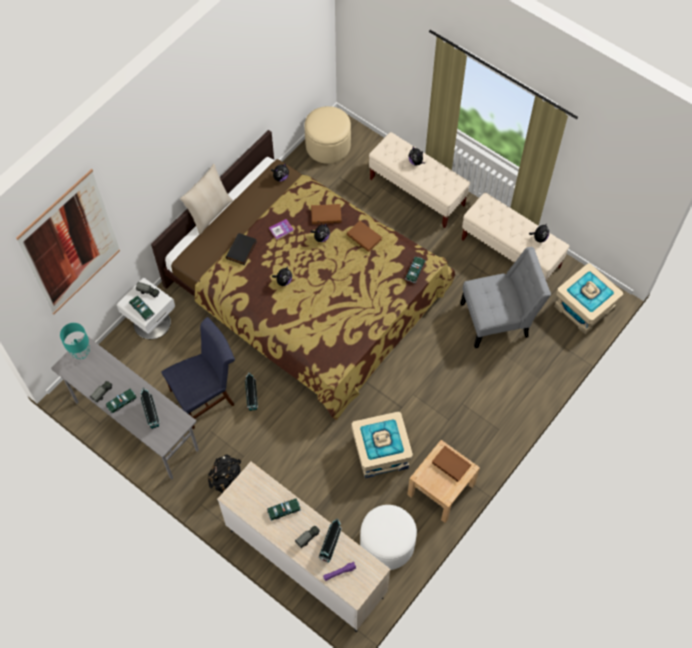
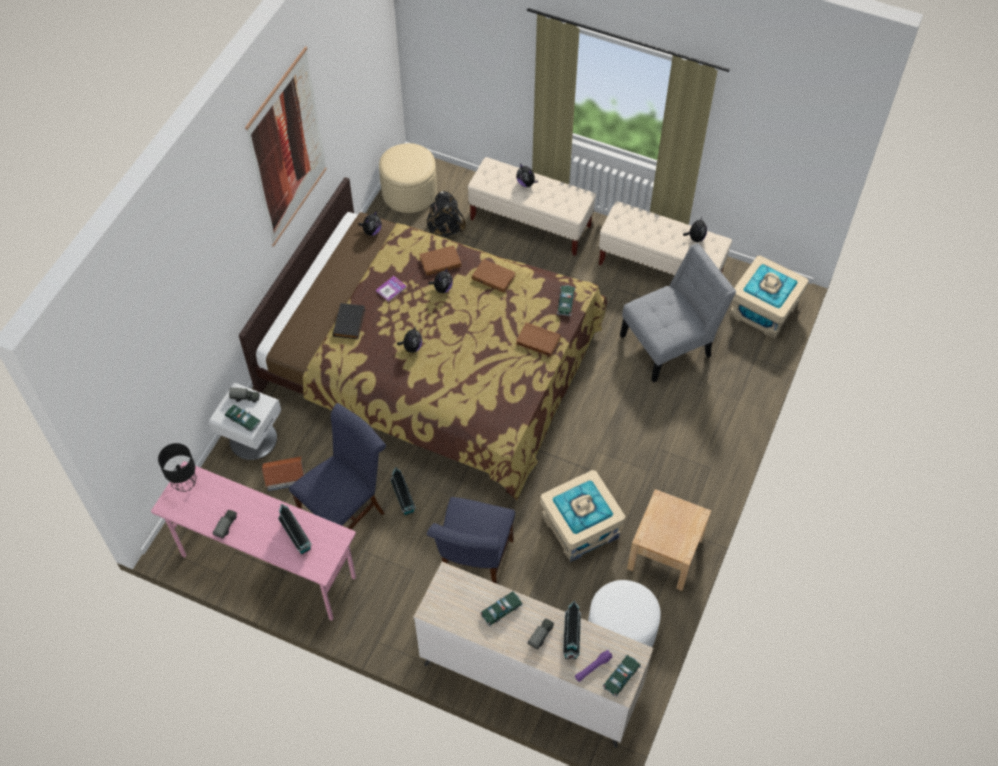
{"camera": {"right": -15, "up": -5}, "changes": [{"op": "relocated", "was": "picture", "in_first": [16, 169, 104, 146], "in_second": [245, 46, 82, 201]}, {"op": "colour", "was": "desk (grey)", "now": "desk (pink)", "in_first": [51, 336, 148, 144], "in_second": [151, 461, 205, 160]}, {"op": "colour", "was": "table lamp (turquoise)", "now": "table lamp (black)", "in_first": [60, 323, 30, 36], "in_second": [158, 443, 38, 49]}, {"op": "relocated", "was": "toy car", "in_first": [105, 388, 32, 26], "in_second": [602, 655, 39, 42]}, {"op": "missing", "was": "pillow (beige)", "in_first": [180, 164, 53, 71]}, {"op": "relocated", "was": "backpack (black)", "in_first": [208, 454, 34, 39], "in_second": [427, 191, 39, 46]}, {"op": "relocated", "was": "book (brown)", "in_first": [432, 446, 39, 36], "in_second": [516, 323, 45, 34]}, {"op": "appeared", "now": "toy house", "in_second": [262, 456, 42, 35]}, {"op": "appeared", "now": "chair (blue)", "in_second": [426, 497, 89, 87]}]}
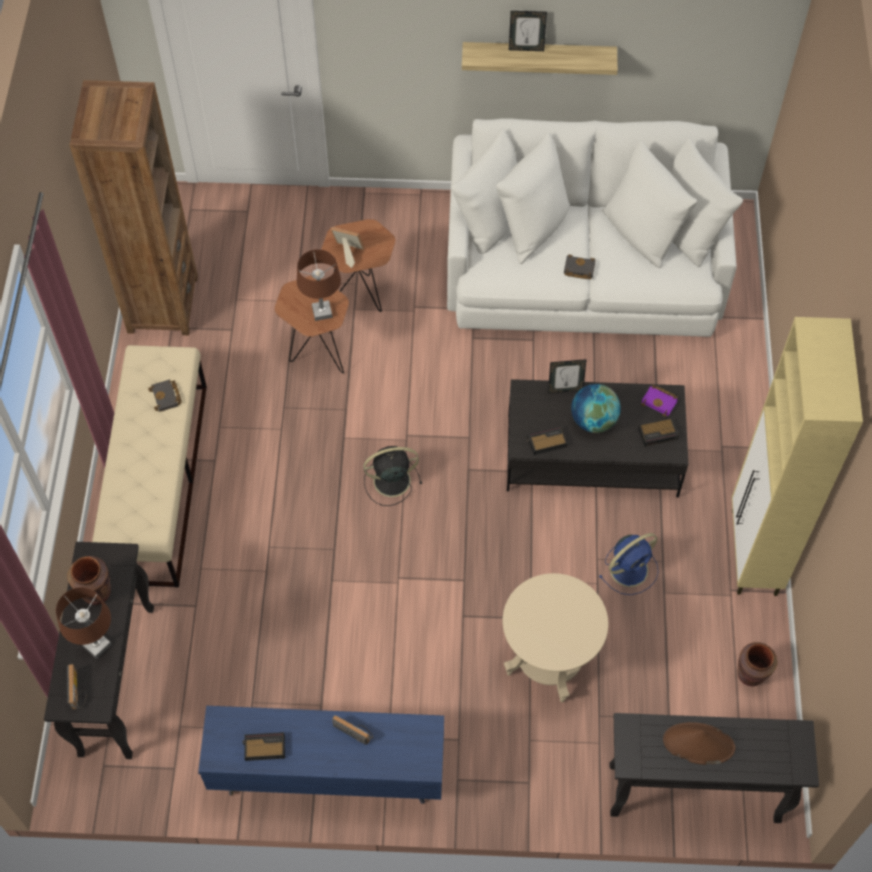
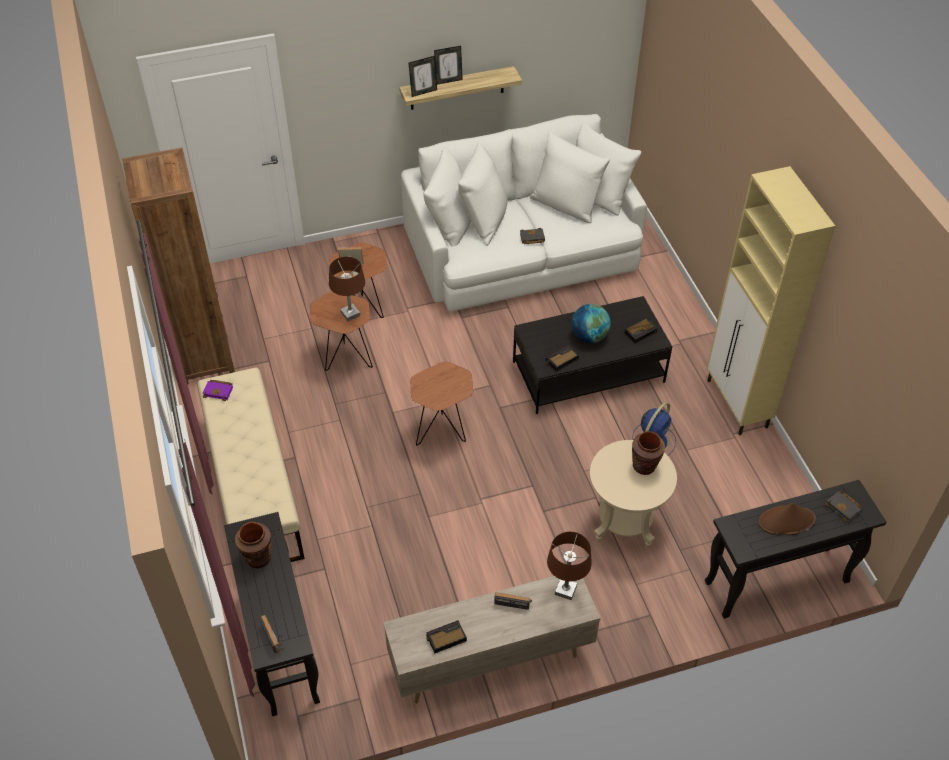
{"camera": {"right": -20, "up": -10}, "changes": [{"op": "relocated", "was": "table lamp (brown)", "in_first": [56, 587, 56, 72], "in_second": [547, 532, 45, 68]}, {"op": "relocated", "was": "book (black)", "in_first": [148, 380, 34, 32], "in_second": [825, 491, 37, 31]}, {"op": "colour", "was": "tv stand (blue)", "now": "tv stand (beige)", "in_first": [198, 706, 246, 98], "in_second": [383, 576, 218, 127]}, {"op": "exchanged", "was": "fan (black)", "now": "side table (brown)", "in_first": [363, 446, 59, 60], "in_second": [410, 362, 63, 83]}, {"op": "relocated", "was": "picture frame", "in_first": [548, 359, 39, 35], "in_second": [408, 56, 29, 41]}, {"op": "relocated", "was": "book (purple)", "in_first": [641, 385, 37, 32], "in_second": [202, 380, 31, 21]}, {"op": "relocated", "was": "vase (brown)", "in_first": [737, 642, 40, 44], "in_second": [632, 431, 33, 44]}]}
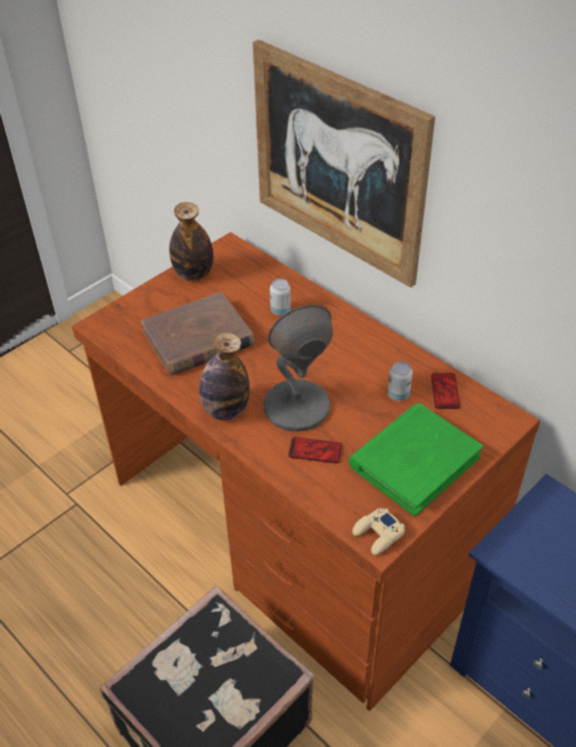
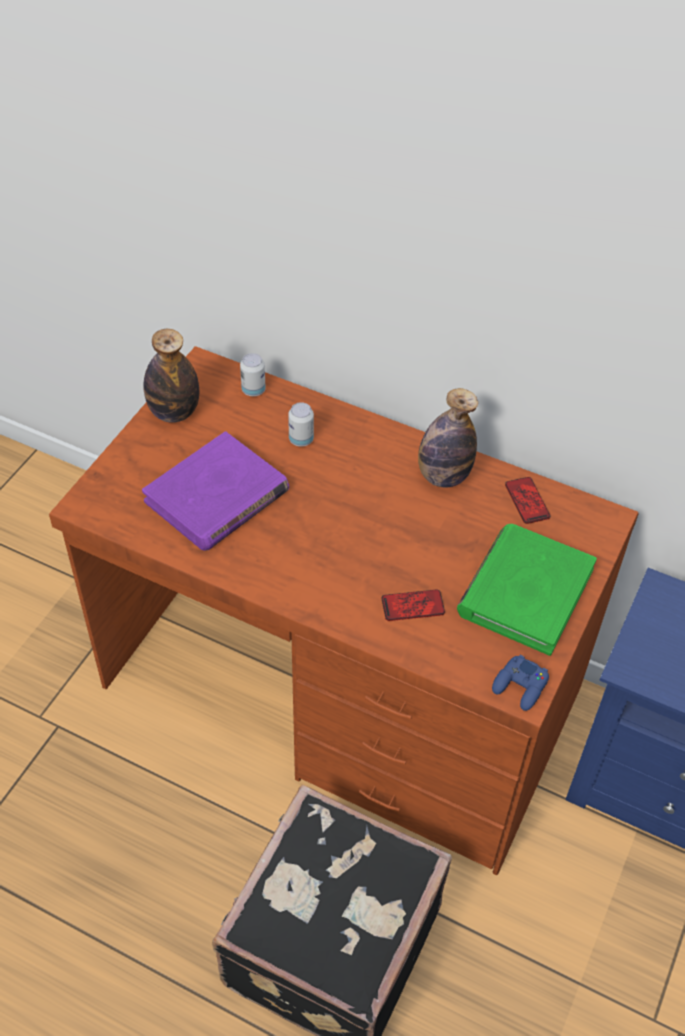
{"camera": {"right": -20, "up": 5}, "changes": [{"op": "colour", "was": "book (brown)", "now": "book (purple)", "in_first": [141, 292, 113, 83], "in_second": [142, 432, 147, 119]}, {"op": "relocated", "was": "bottle", "in_first": [199, 332, 51, 88], "in_second": [418, 388, 60, 100]}, {"op": "missing", "was": "picture", "in_first": [253, 39, 182, 249]}, {"op": "missing", "was": "table lamp (grey)", "in_first": [263, 305, 70, 127]}, {"op": "colour", "was": "game controller (beige)", "now": "game controller (blue)", "in_first": [353, 508, 52, 47], "in_second": [492, 655, 57, 56]}, {"op": "relocated", "was": "can", "in_first": [388, 361, 25, 40], "in_second": [240, 353, 26, 43]}]}
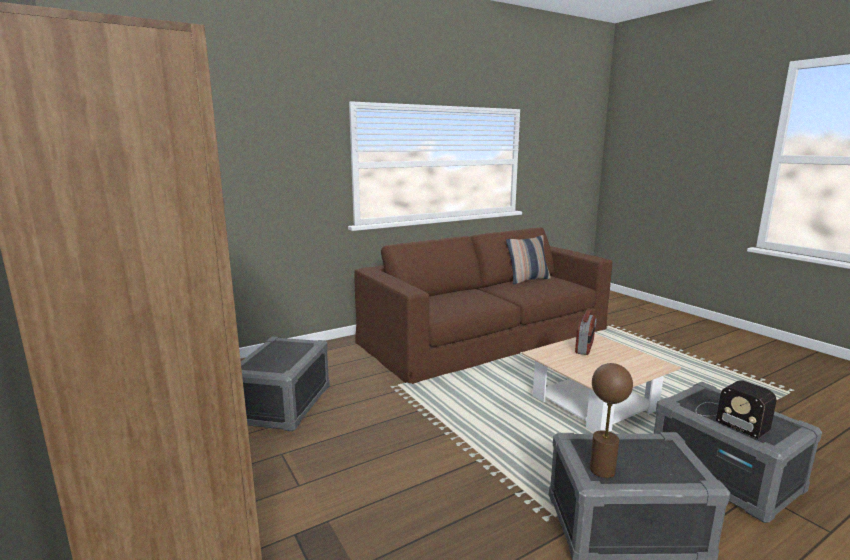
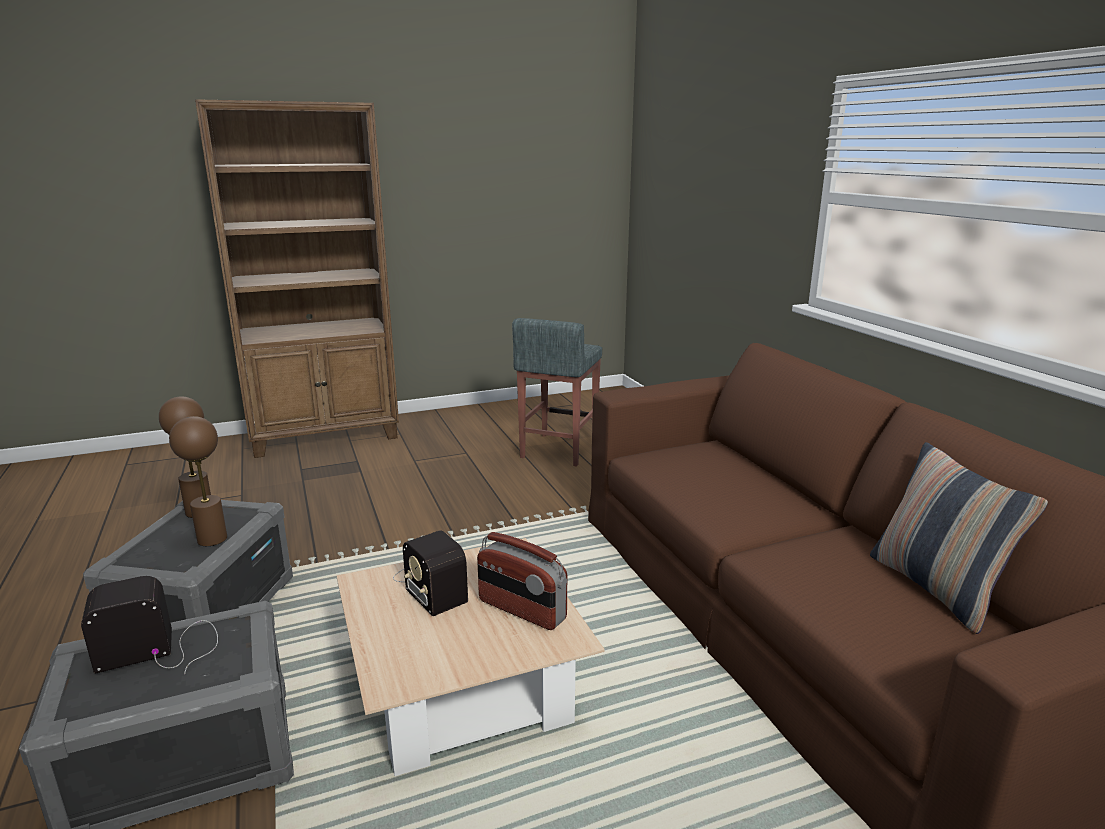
{"camera": {"right": 100, "up": 5}, "changes": [{"op": "exchanged", "was": "storage box (grey)", "now": "stool (grey)", "in_first": [241, 337, 89, 94], "in_second": [512, 318, 90, 149]}, {"op": "appeared", "now": "table lamp (brown)", "in_second": [169, 416, 58, 130]}, {"op": "appeared", "now": "radio", "in_second": [393, 530, 75, 86]}]}
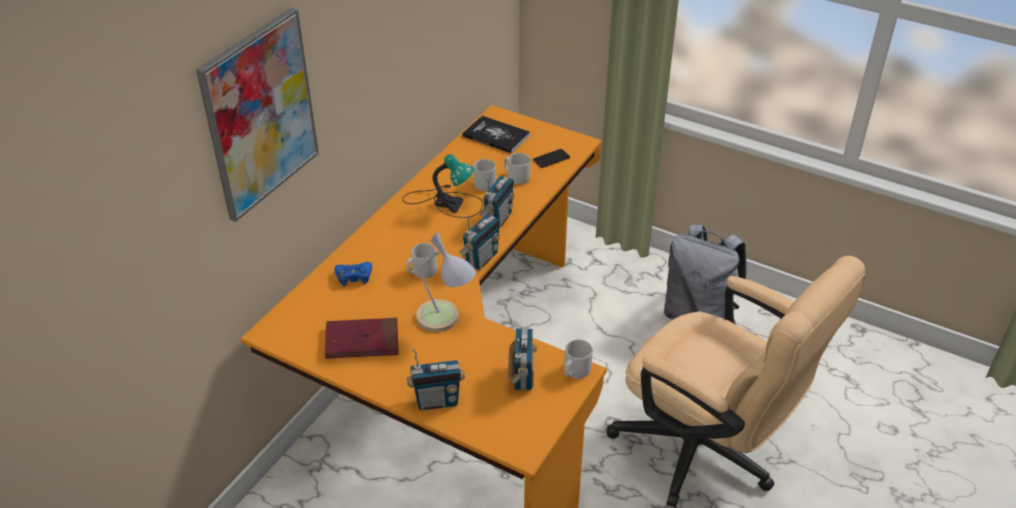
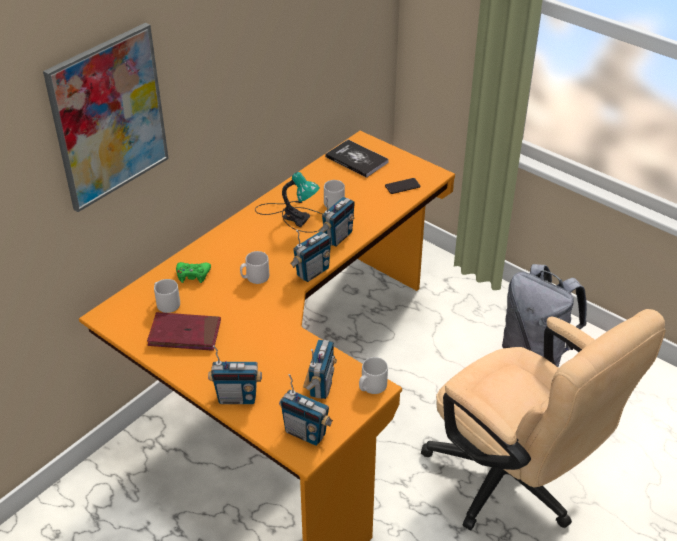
{"camera": {"right": 10, "up": 0}, "changes": [{"op": "colour", "was": "game controller (blue)", "now": "game controller (green)", "in_first": [335, 262, 37, 24], "in_second": [176, 262, 35, 21]}, {"op": "missing", "was": "table lamp", "in_first": [416, 231, 60, 101]}, {"op": "relocated", "was": "mug (grey)", "in_first": [504, 153, 26, 32], "in_second": [154, 279, 26, 34]}, {"op": "appeared", "now": "radio", "in_second": [279, 374, 54, 72]}]}
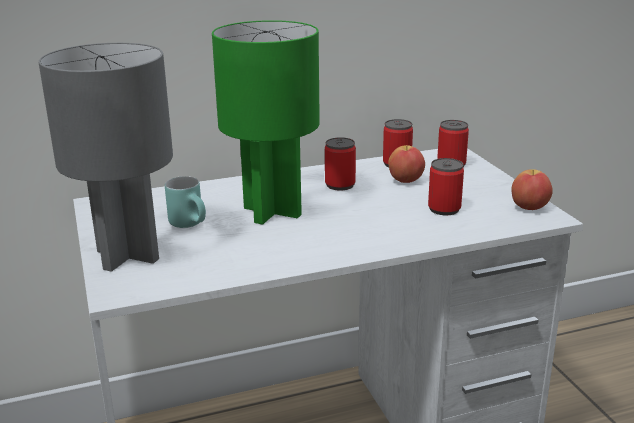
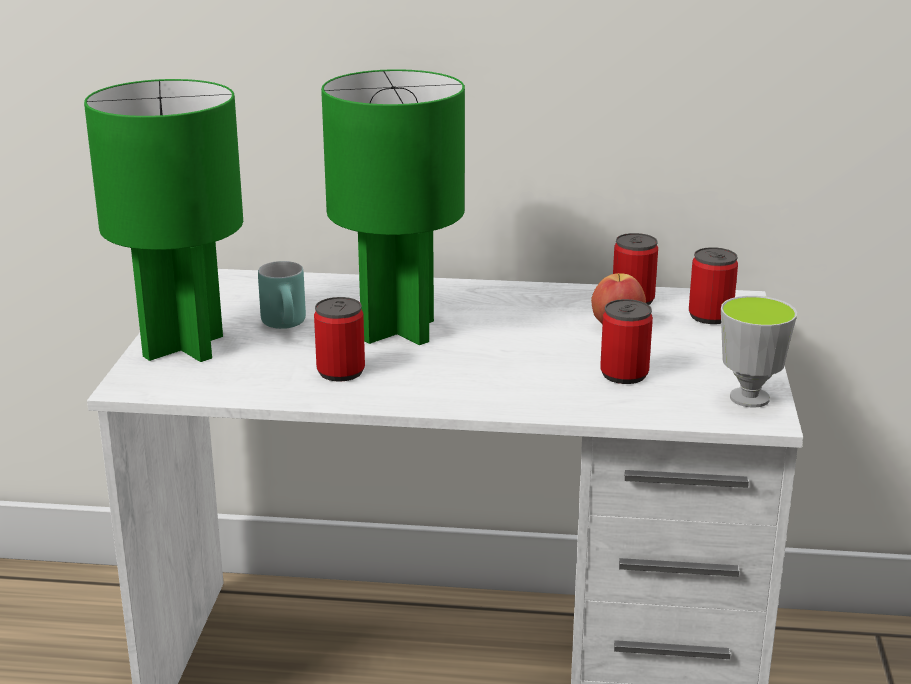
{"camera": {"right": 25, "up": 0}, "changes": [{"op": "colour", "was": "table lamp (grey)", "now": "table lamp (green)", "in_first": [39, 43, 134, 229], "in_second": [84, 79, 159, 283]}, {"op": "relocated", "was": "can", "in_first": [325, 137, 31, 54], "in_second": [314, 297, 51, 84]}, {"op": "exchanged", "was": "apple", "now": "cup", "in_first": [511, 169, 42, 41], "in_second": [721, 296, 76, 111]}]}
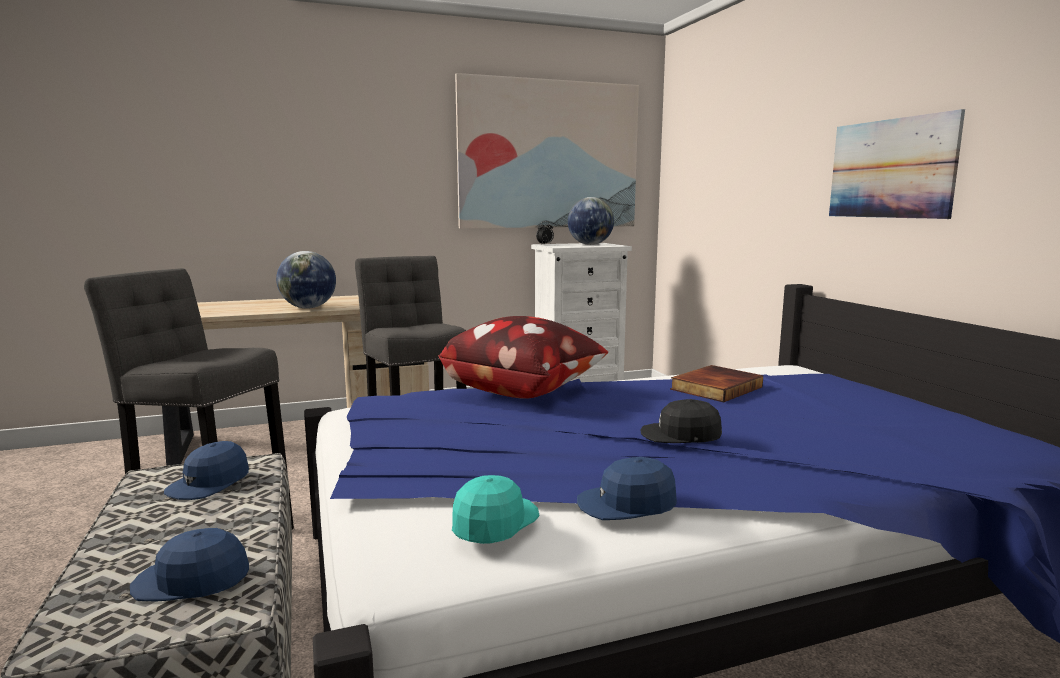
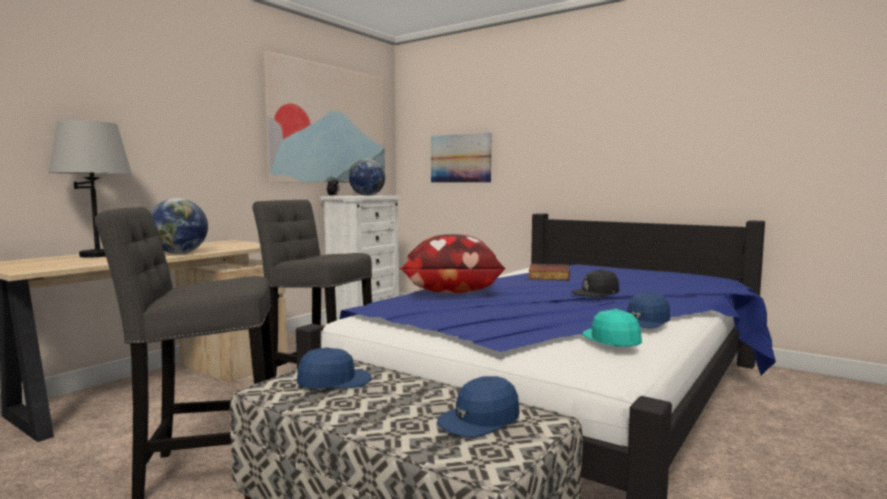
{"camera": {"right": -35, "up": -5}, "changes": [{"op": "spun", "was": "cap (blue)", "in_first": [164, 441, 85, 59], "in_second": [297, 347, 75, 42], "clockwise": -105}, {"op": "relocated", "was": "picture", "in_first": [829, 109, 136, 110], "in_second": [431, 133, 60, 50]}, {"op": "appeared", "now": "table lamp (grey)", "in_second": [49, 120, 83, 138]}]}
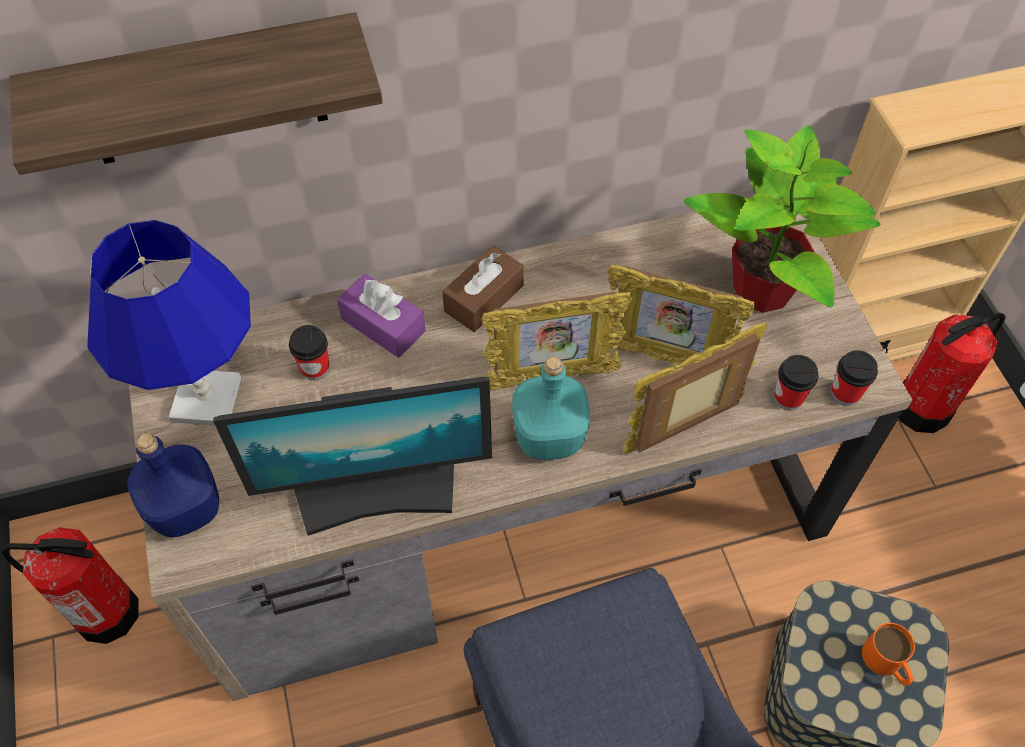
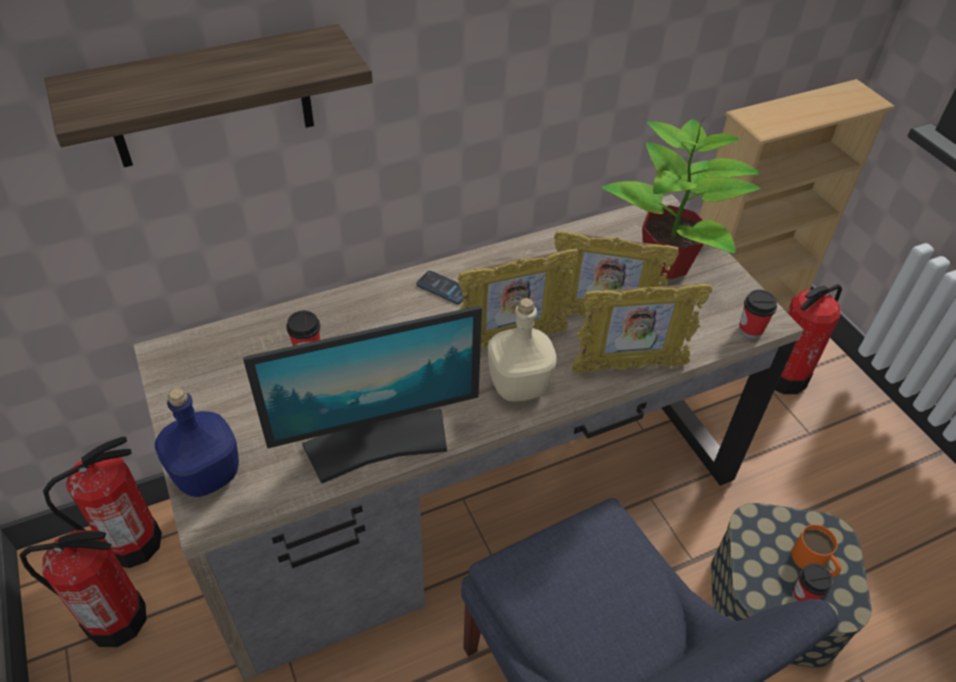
{"camera": {"right": -10, "up": -10}, "changes": [{"op": "missing", "was": "table lamp (blue)", "in_first": [87, 220, 164, 206]}, {"op": "missing", "was": "tissue box (purple)", "in_first": [337, 273, 89, 85]}, {"op": "exchanged", "was": "tissue box (brown)", "now": "phone", "in_first": [442, 245, 82, 87], "in_second": [416, 271, 50, 33]}, {"op": "colour", "was": "bottle (turquoise)", "now": "bottle (beige)", "in_first": [512, 356, 78, 104], "in_second": [488, 298, 69, 104]}, {"op": "spun", "was": "picture frame", "in_first": [622, 322, 145, 133], "in_second": [571, 284, 141, 89], "clockwise": -150}, {"op": "relocated", "was": "cup", "in_first": [774, 355, 44, 56], "in_second": [792, 563, 41, 38]}, {"op": "appeared", "now": "fire extinguisher", "in_second": [43, 437, 119, 131]}]}
